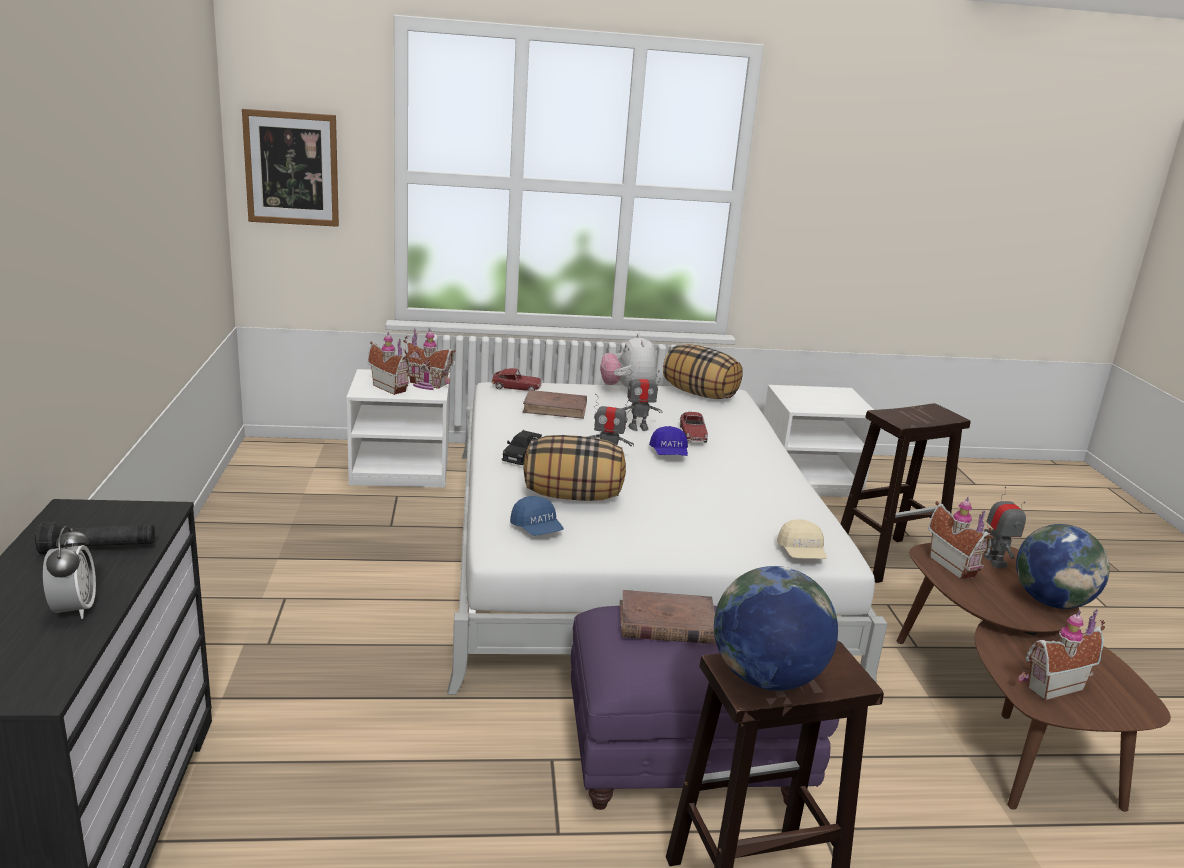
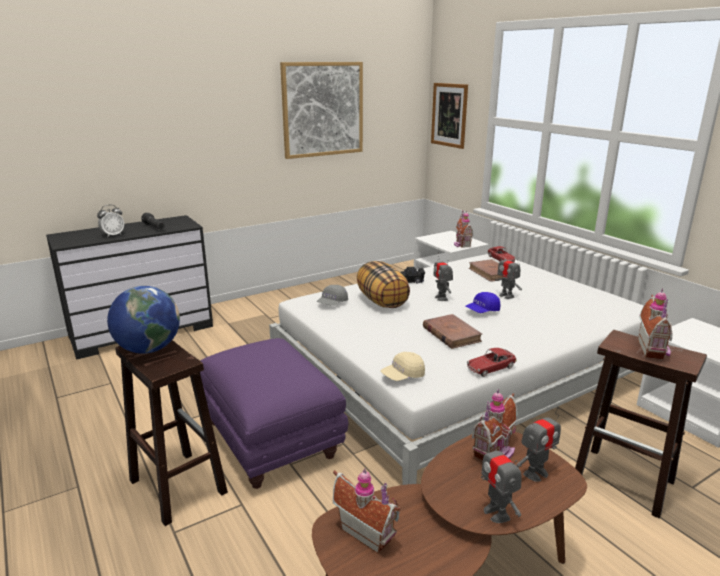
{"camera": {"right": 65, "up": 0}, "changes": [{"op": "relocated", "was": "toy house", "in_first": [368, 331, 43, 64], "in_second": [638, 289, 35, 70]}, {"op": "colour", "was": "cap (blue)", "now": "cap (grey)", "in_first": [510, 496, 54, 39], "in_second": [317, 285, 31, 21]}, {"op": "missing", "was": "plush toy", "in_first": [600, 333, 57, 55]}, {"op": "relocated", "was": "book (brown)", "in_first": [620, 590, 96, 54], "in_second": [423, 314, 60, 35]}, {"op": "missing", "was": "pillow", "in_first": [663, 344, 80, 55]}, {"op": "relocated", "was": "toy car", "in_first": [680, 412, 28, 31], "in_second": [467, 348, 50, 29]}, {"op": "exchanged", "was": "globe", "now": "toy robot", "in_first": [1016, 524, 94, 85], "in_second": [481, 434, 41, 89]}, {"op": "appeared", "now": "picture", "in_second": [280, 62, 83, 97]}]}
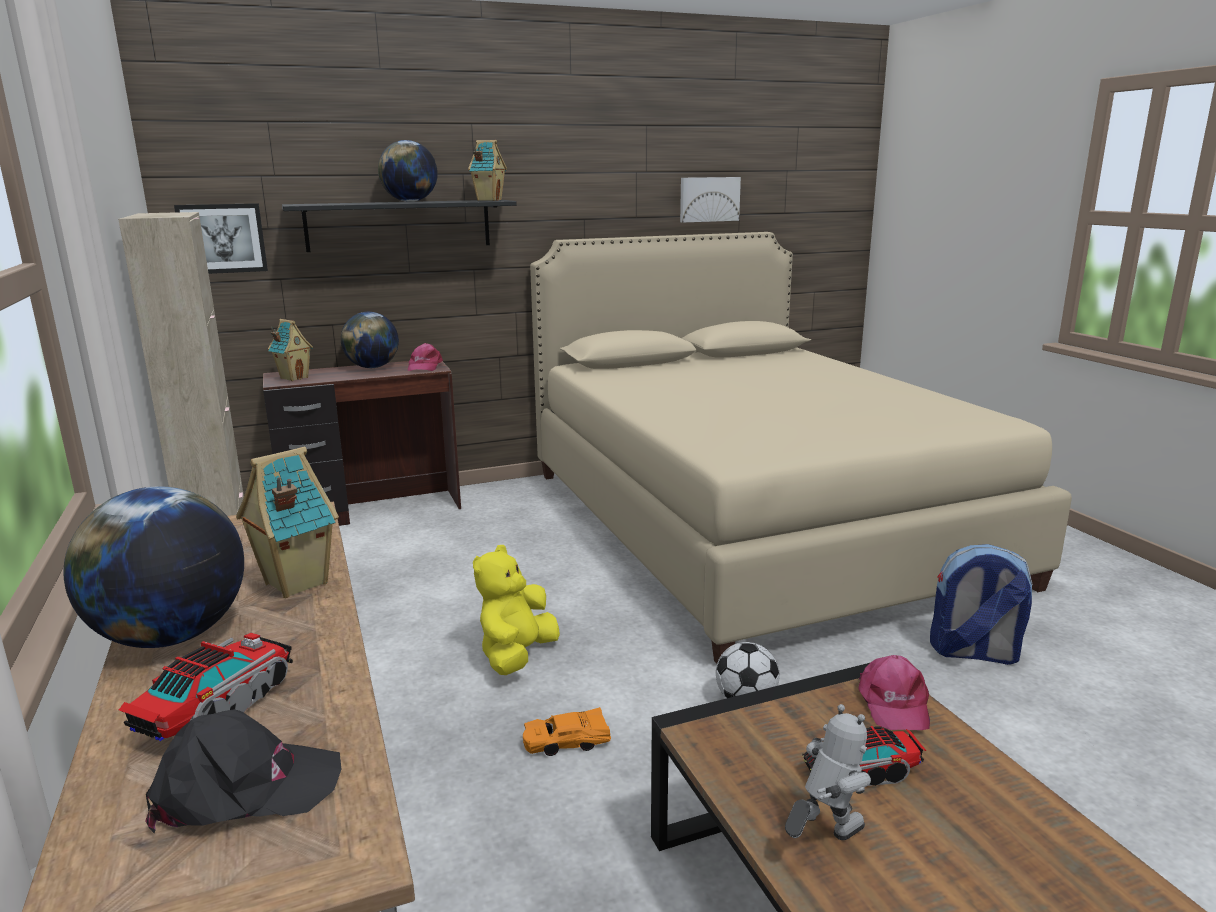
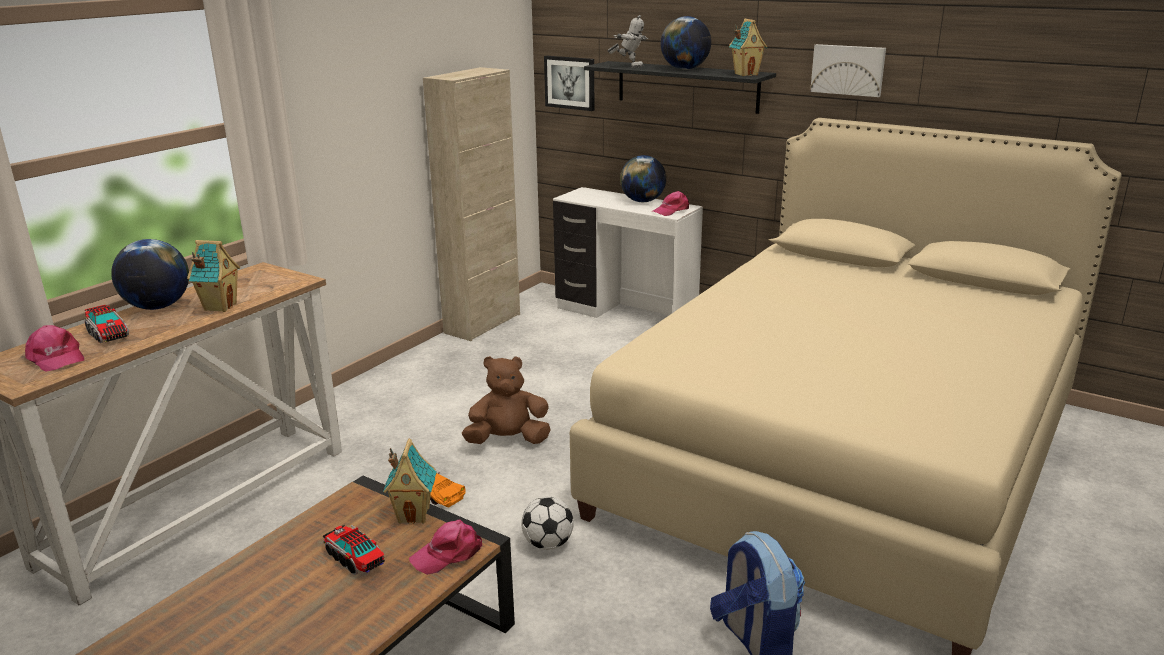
{"camera": {"right": 55, "up": 5}, "changes": [{"op": "spun", "was": "toy truck", "in_first": [119, 633, 174, 108], "in_second": [85, 305, 44, 38], "clockwise": 60}, {"op": "colour", "was": "cap (black)", "now": "cap (pink)", "in_first": [145, 709, 196, 124], "in_second": [25, 325, 59, 47]}, {"op": "colour", "was": "desk (brown)", "now": "desk (white)", "in_first": [263, 361, 198, 165], "in_second": [553, 187, 150, 131]}, {"op": "relocated", "was": "toy house", "in_first": [268, 319, 45, 62], "in_second": [383, 438, 54, 86]}, {"op": "colour", "was": "plush toy (yellow)", "now": "plush toy (brown)", "in_first": [473, 545, 87, 130], "in_second": [462, 356, 89, 88]}, {"op": "relocated", "was": "picture", "in_first": [680, 177, 61, 46], "in_second": [810, 44, 76, 53]}, {"op": "relocated", "was": "toy robot", "in_first": [785, 704, 86, 136], "in_second": [607, 15, 41, 53]}]}
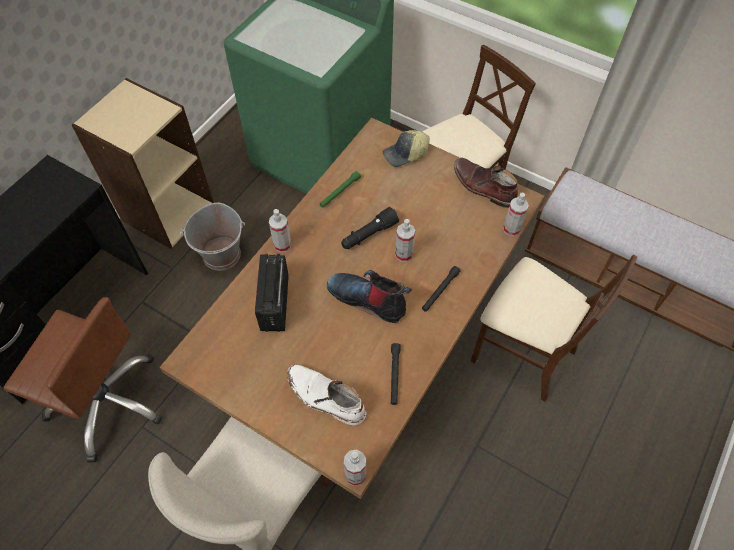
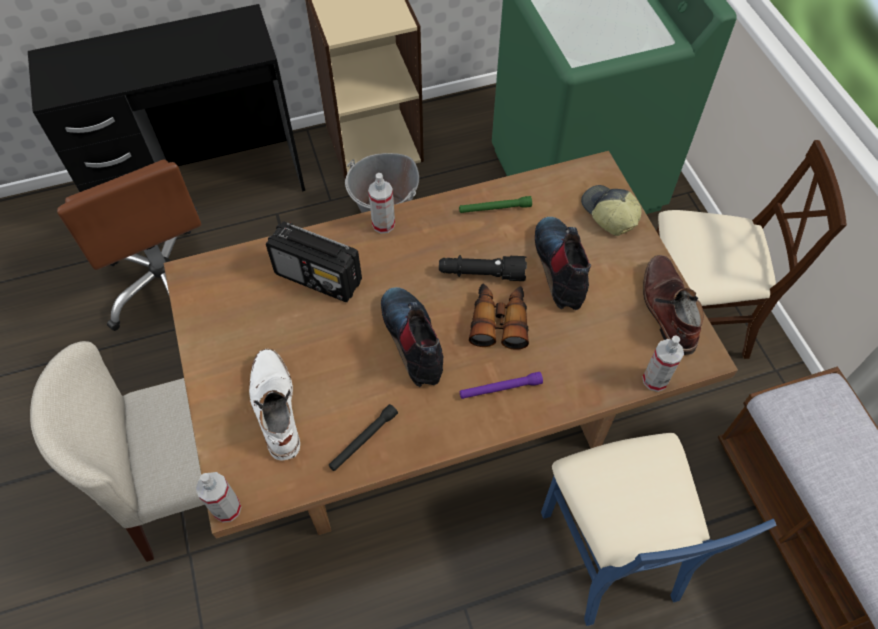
{"camera": {"right": 40, "up": 0}, "changes": [{"op": "spun", "was": "radio", "in_first": [255, 254, 34, 78], "in_second": [266, 221, 96, 81], "clockwise": -105}, {"op": "spun", "was": "cap", "in_first": [383, 130, 47, 37], "in_second": [581, 185, 60, 51], "clockwise": 45}, {"op": "exchanged", "was": "spray bottle", "now": "binoculars", "in_first": [395, 219, 20, 43], "in_second": [469, 284, 60, 66]}, {"op": "colour", "was": "flashlight (black)", "now": "flashlight (purple)", "in_first": [422, 266, 38, 46], "in_second": [460, 372, 83, 27]}, {"op": "colour", "was": "chair (beige)", "now": "chair (blue)", "in_first": [471, 255, 166, 147], "in_second": [541, 433, 236, 193]}, {"op": "appeared", "now": "boot", "in_second": [535, 217, 56, 93]}]}
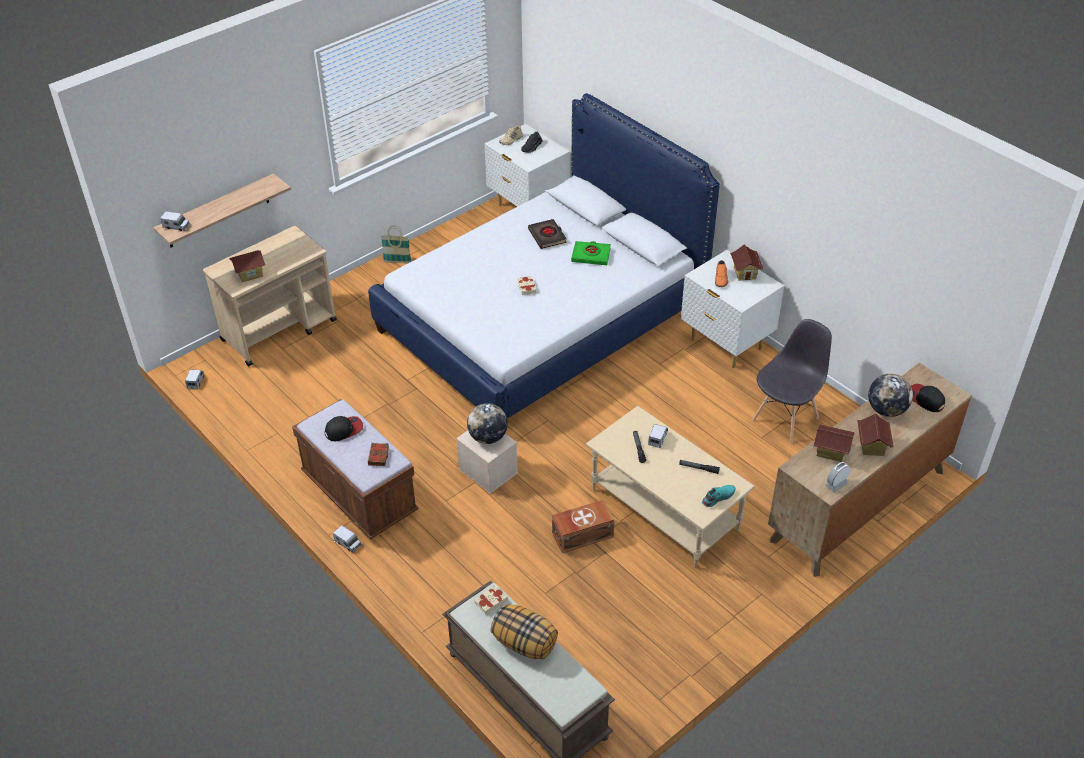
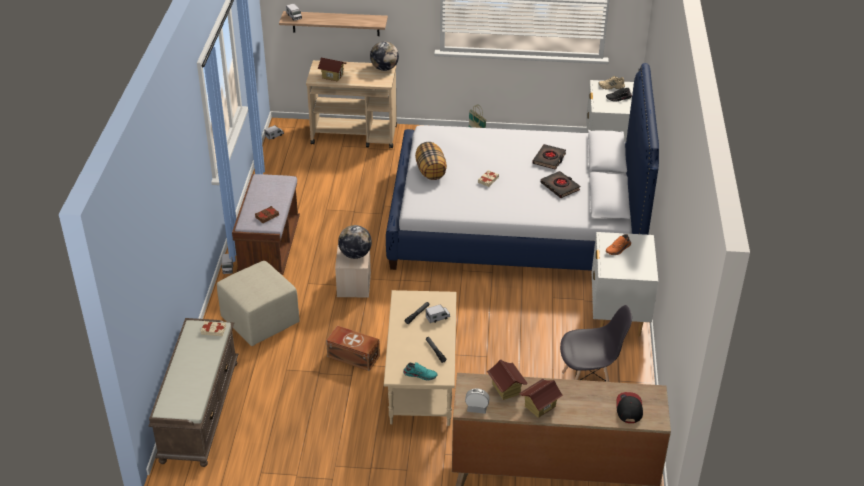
{"camera": {"right": 45, "up": -5}, "changes": [{"op": "missing", "was": "cap", "in_first": [325, 416, 38, 25]}, {"op": "relocated", "was": "pillow", "in_first": [491, 604, 67, 56], "in_second": [415, 142, 32, 38]}, {"op": "colour", "was": "book (green)", "now": "book (black)", "in_first": [571, 241, 40, 24], "in_second": [541, 171, 39, 27]}, {"op": "missing", "was": "toy house", "in_first": [730, 245, 33, 36]}, {"op": "relocated", "was": "globe", "in_first": [868, 374, 45, 43], "in_second": [370, 41, 29, 30]}, {"op": "appeared", "now": "ottoman (beige)", "in_second": [217, 261, 83, 85]}]}
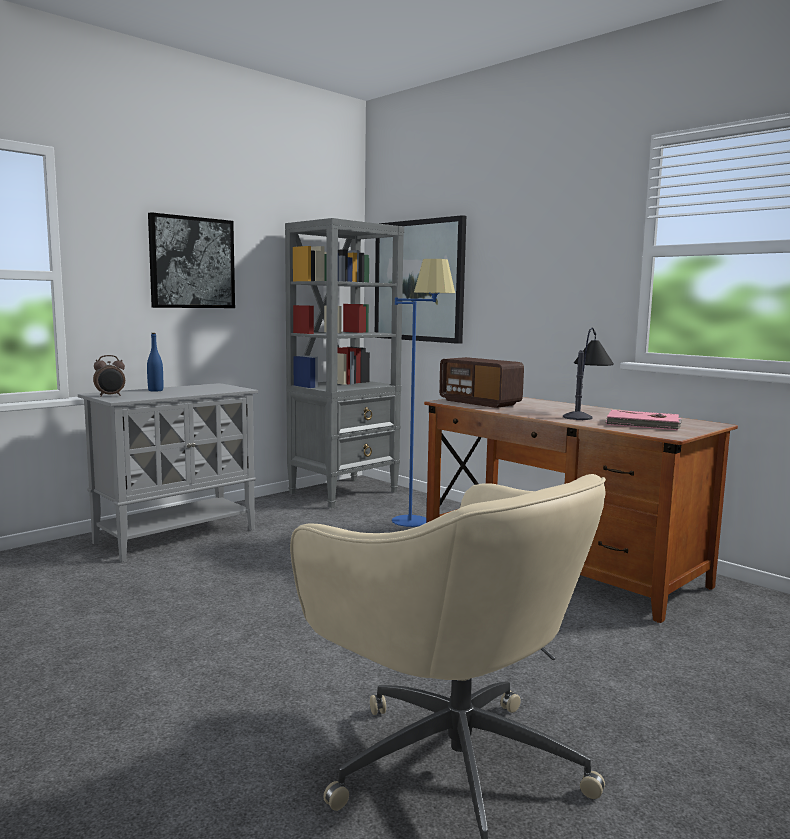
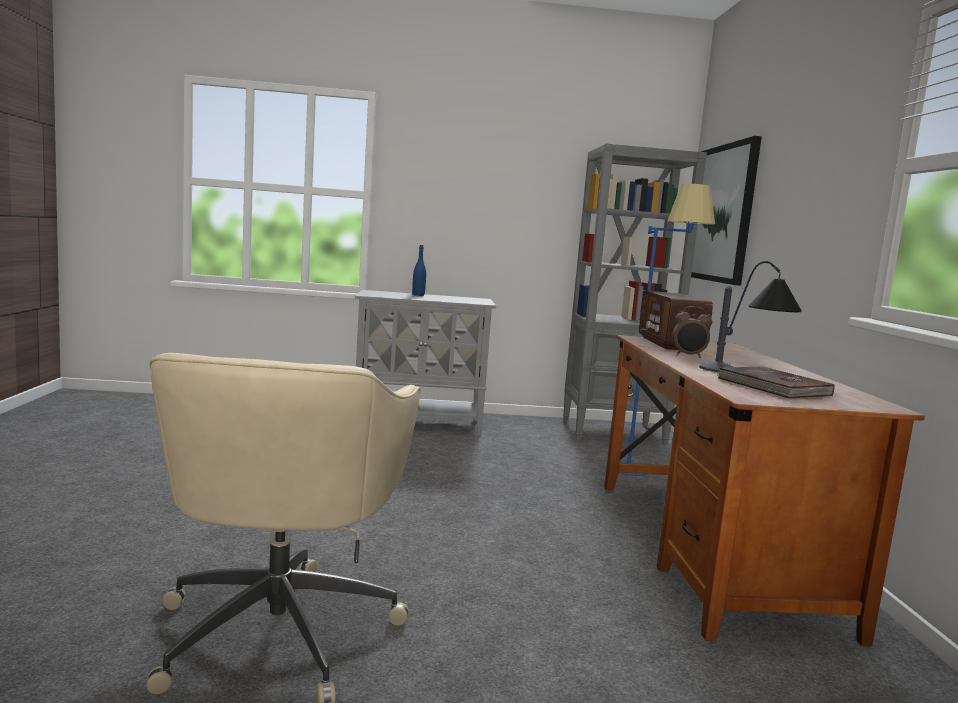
{"camera": {"right": 40, "up": 0}, "changes": [{"op": "relocated", "was": "alarm clock", "in_first": [93, 355, 32, 42], "in_second": [672, 306, 40, 52]}, {"op": "missing", "was": "picture", "in_first": [148, 212, 87, 96]}, {"op": "colour", "was": "book (pink)", "now": "book (brown)", "in_first": [605, 410, 77, 20], "in_second": [718, 366, 117, 32]}]}
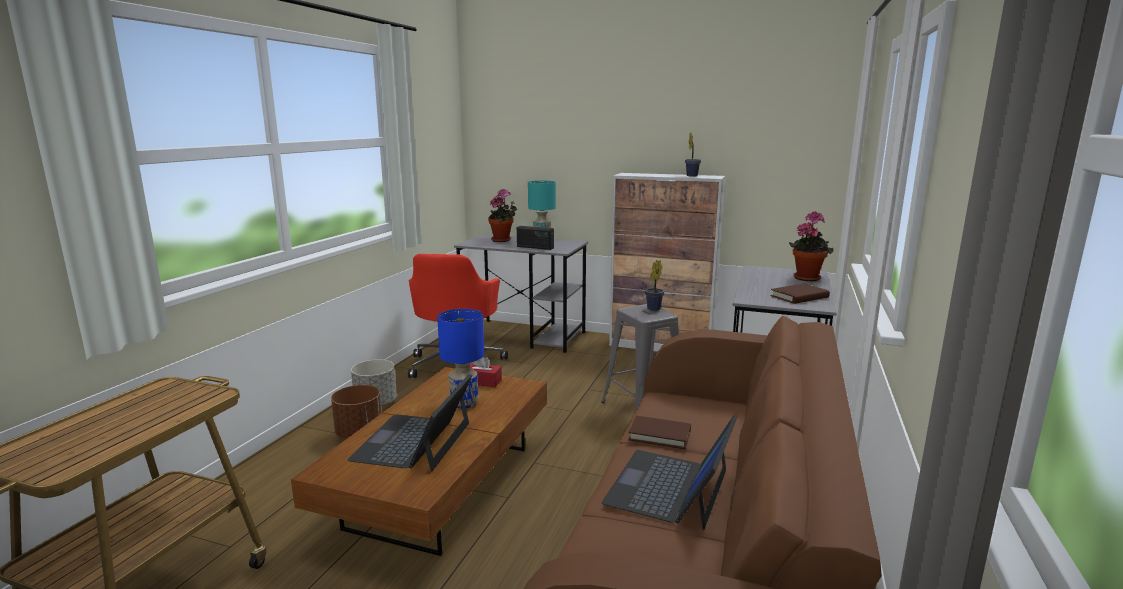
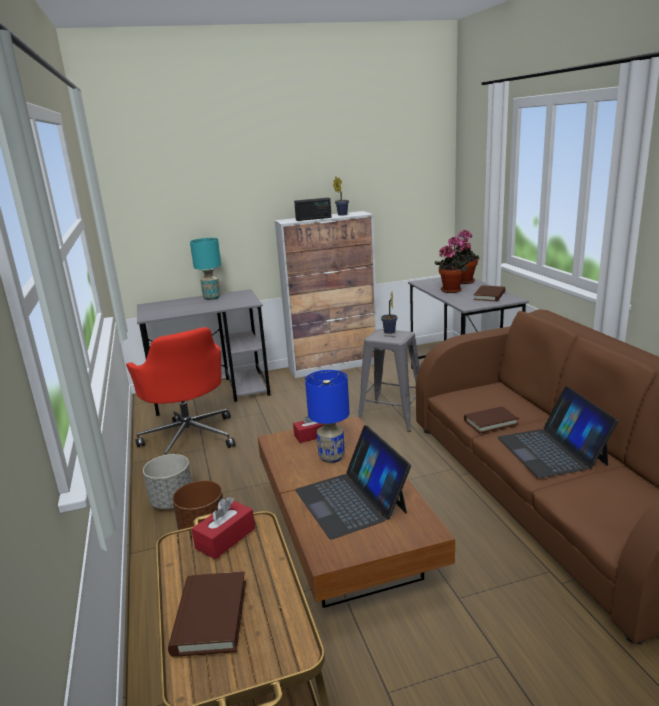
{"camera": {"right": -35, "up": 5}, "changes": [{"op": "relocated", "was": "potted plant", "in_first": [488, 189, 29, 53], "in_second": [434, 236, 35, 57]}, {"op": "relocated", "was": "radio", "in_first": [517, 226, 37, 24], "in_second": [294, 197, 38, 24]}, {"op": "appeared", "now": "book (brown)", "in_second": [168, 571, 78, 86]}, {"op": "appeared", "now": "tissue box (red)", "in_second": [192, 497, 63, 62]}]}
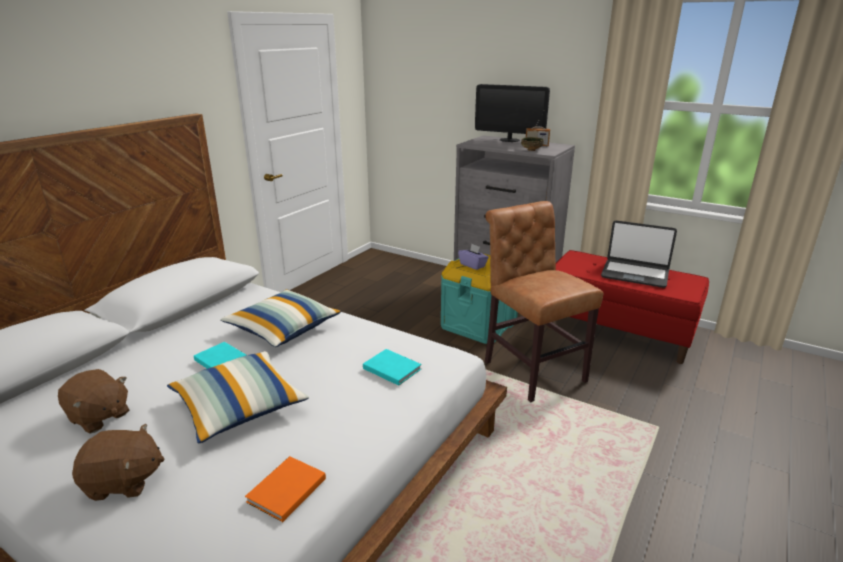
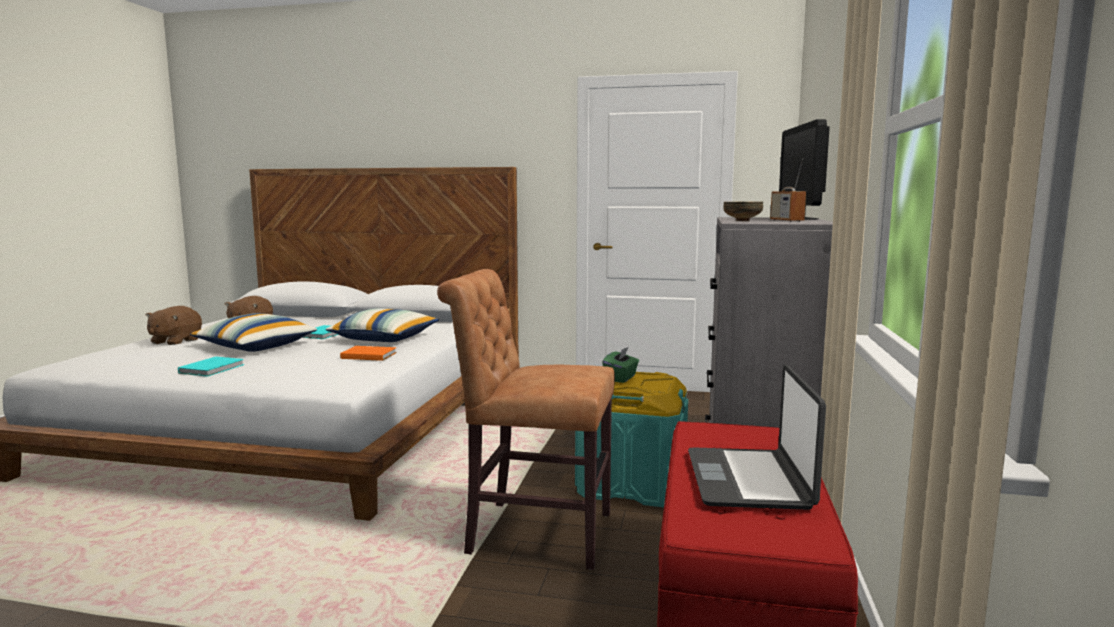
{"camera": {"right": 70, "up": -15}, "changes": [{"op": "spun", "was": "plush toy (brown)", "in_first": [72, 424, 92, 77], "in_second": [146, 306, 56, 39], "clockwise": 45}, {"op": "relocated", "was": "book (orange)", "in_first": [245, 456, 81, 66], "in_second": [340, 346, 57, 15]}, {"op": "relocated", "was": "book (turquoise)", "in_first": [363, 349, 58, 37], "in_second": [178, 357, 66, 20]}, {"op": "colour", "was": "tissue box (purple)", "now": "tissue box (green)", "in_first": [458, 244, 31, 26], "in_second": [602, 346, 37, 37]}, {"op": "spun", "was": "chair (brown)", "in_first": [485, 201, 118, 201], "in_second": [437, 269, 178, 301], "clockwise": -120}]}
